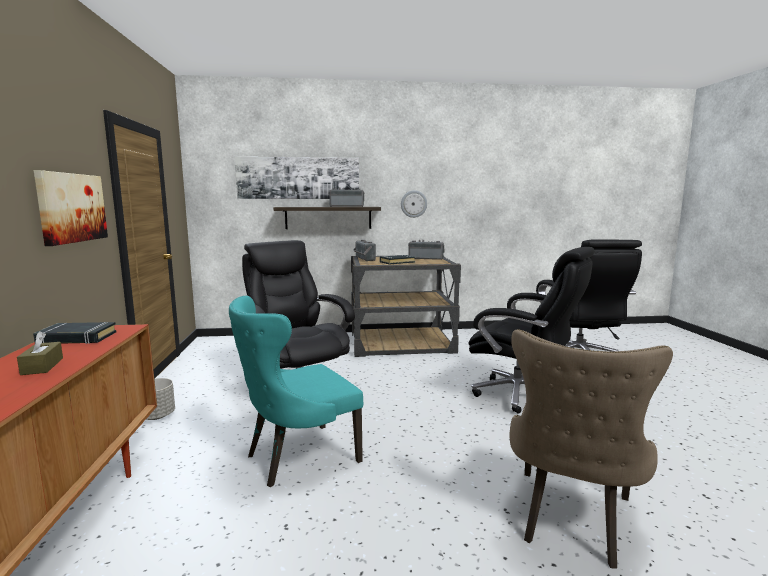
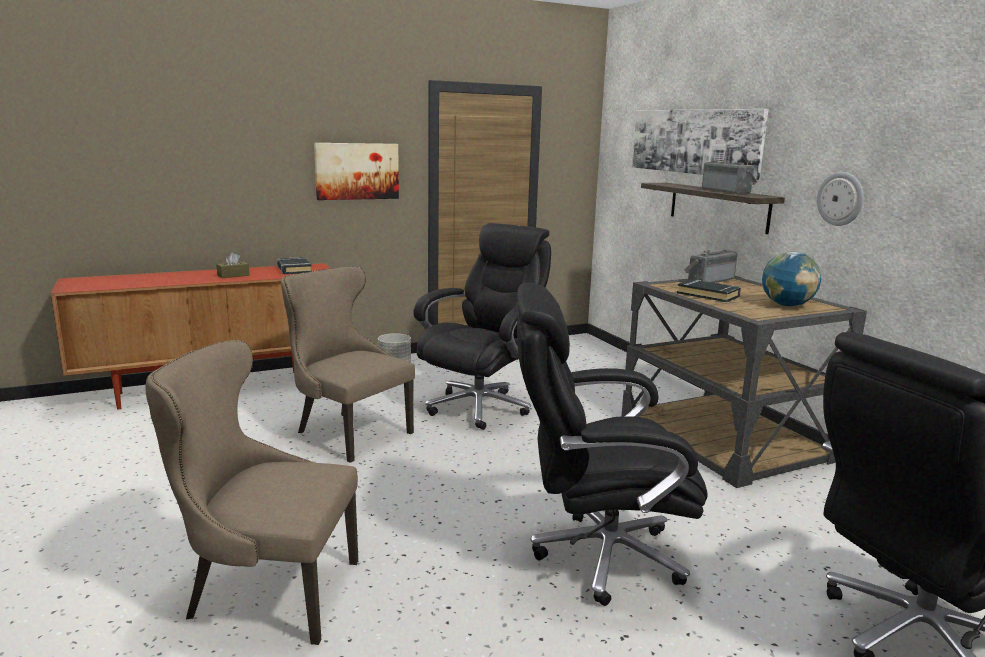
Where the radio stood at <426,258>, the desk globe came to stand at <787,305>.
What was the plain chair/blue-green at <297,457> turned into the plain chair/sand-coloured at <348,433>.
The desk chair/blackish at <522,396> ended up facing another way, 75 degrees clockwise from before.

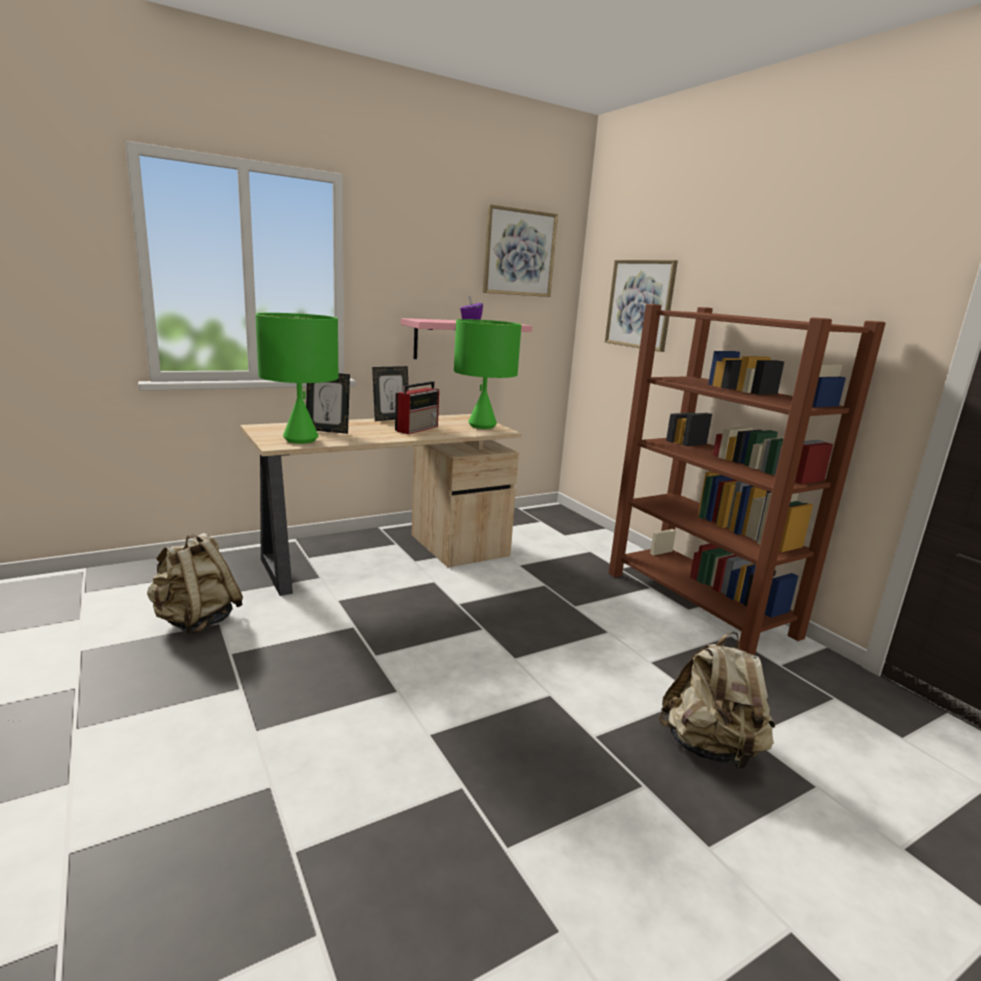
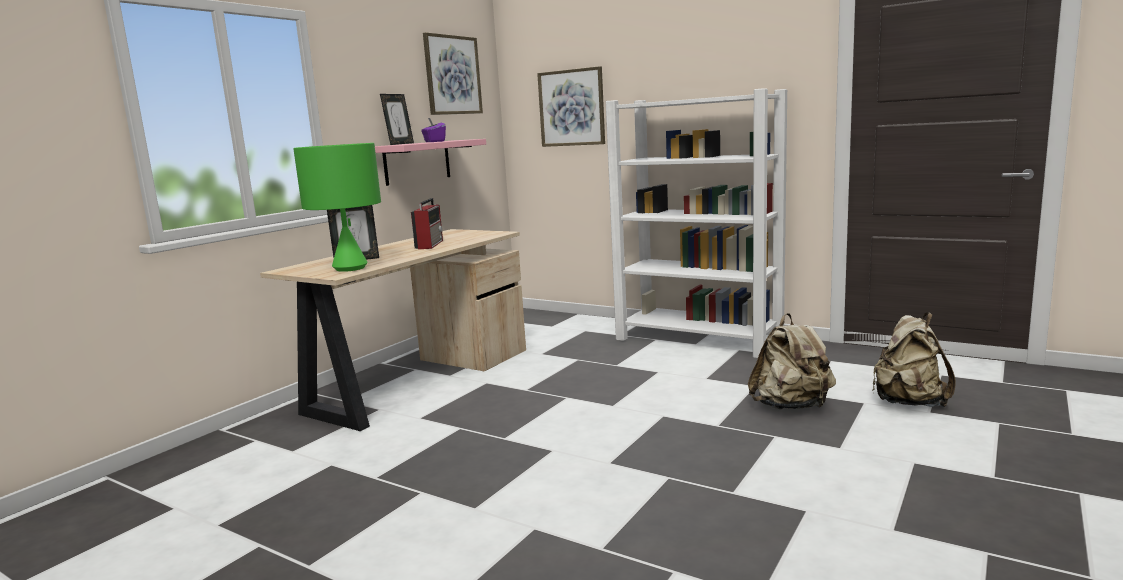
The second view lost the tabletop lamp/green at <482,426>.
The rucksack/sand-coloured ended up elsewhere, having gone from <196,621> to <909,402>.
The standing frame ended up elsewhere, having gone from <391,419> to <400,144>.
What was the bookshelf/brown-coloured at <698,603> turned into the bookshelf/white-coloured at <698,339>.

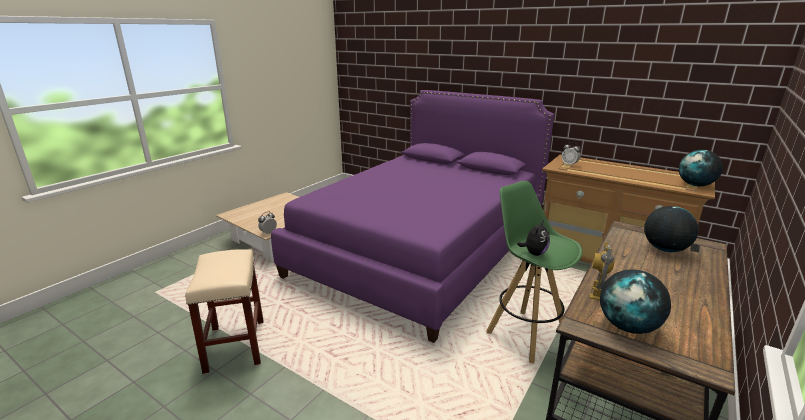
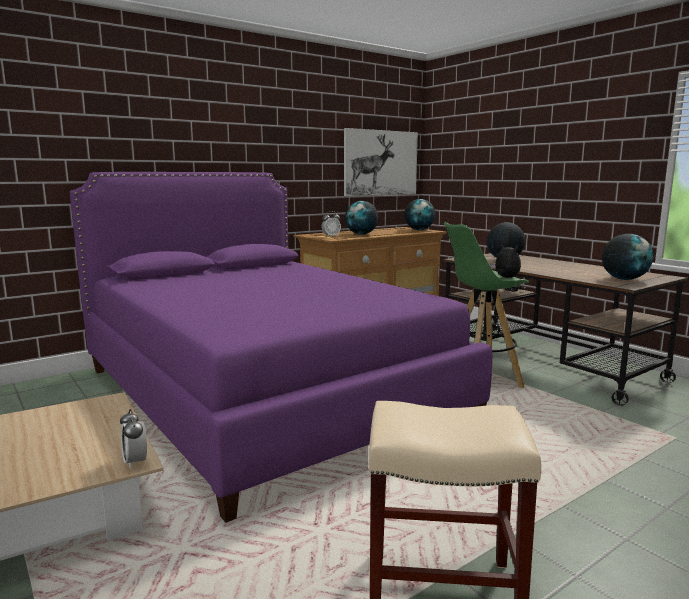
The second view lost the model robot at <597,293>.
The second view gained the wall picture at <381,163>.
The second view gained the desk globe at <361,234>.

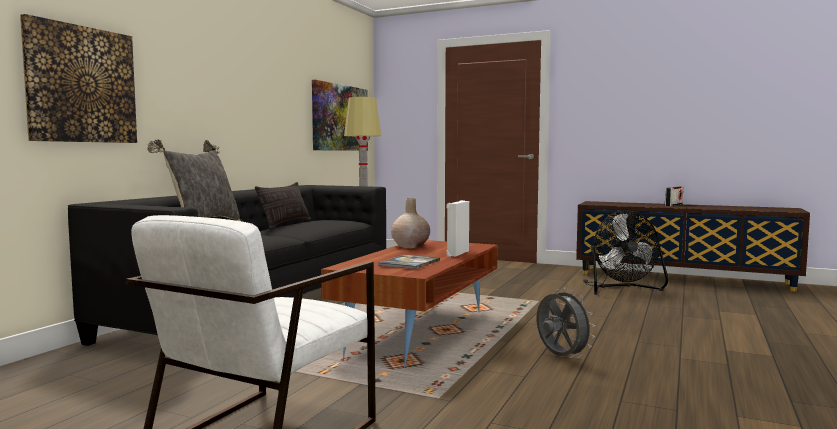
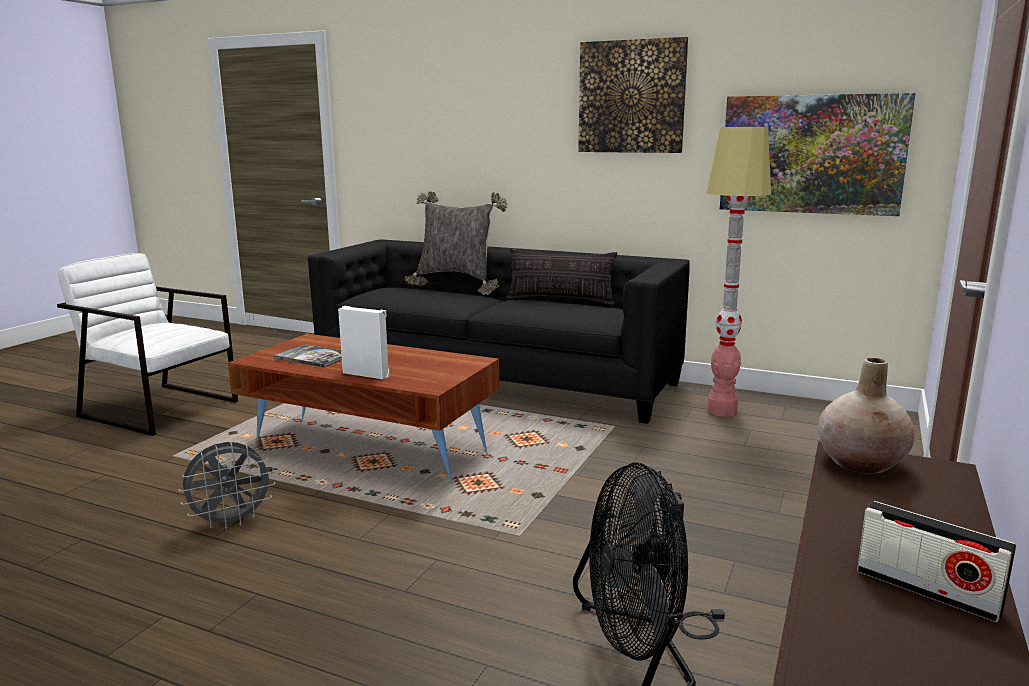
The wall picture ended up elsewhere, having gone from <81,84> to <631,97>.
The decorative vase/sand-coloured ended up elsewhere, having gone from <410,246> to <861,463>.

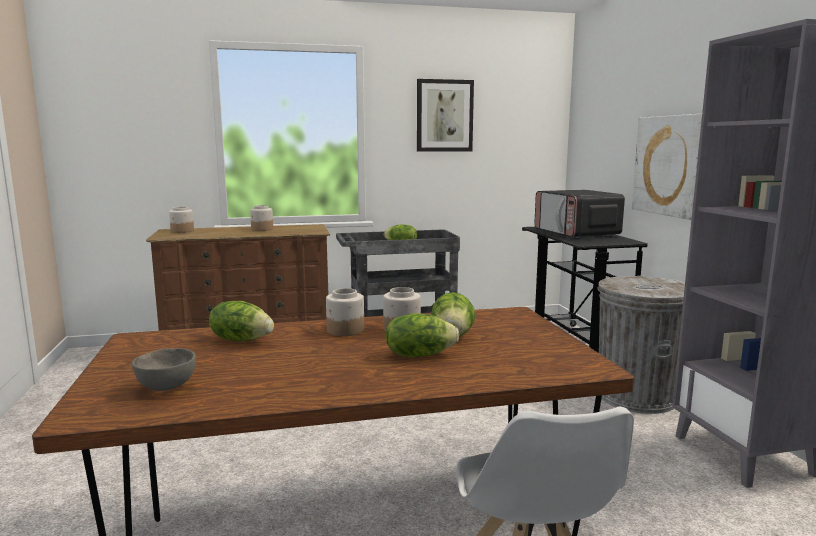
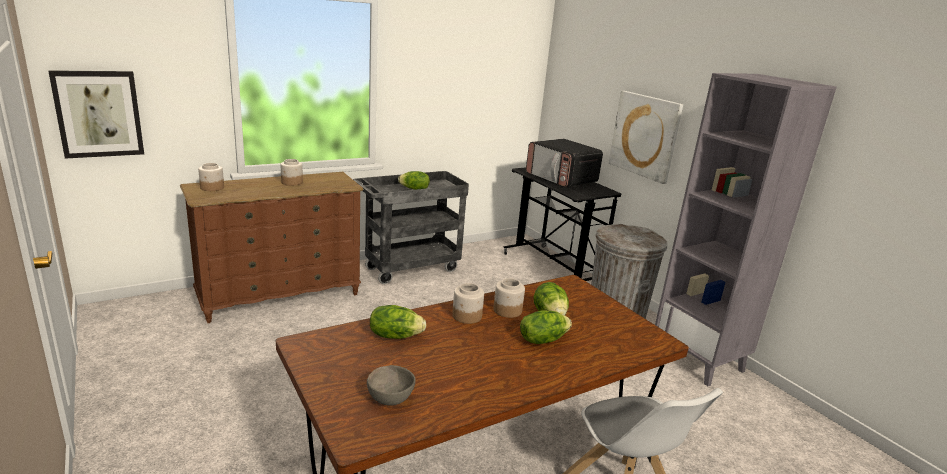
The wall picture ended up elsewhere, having gone from <444,116> to <99,114>.

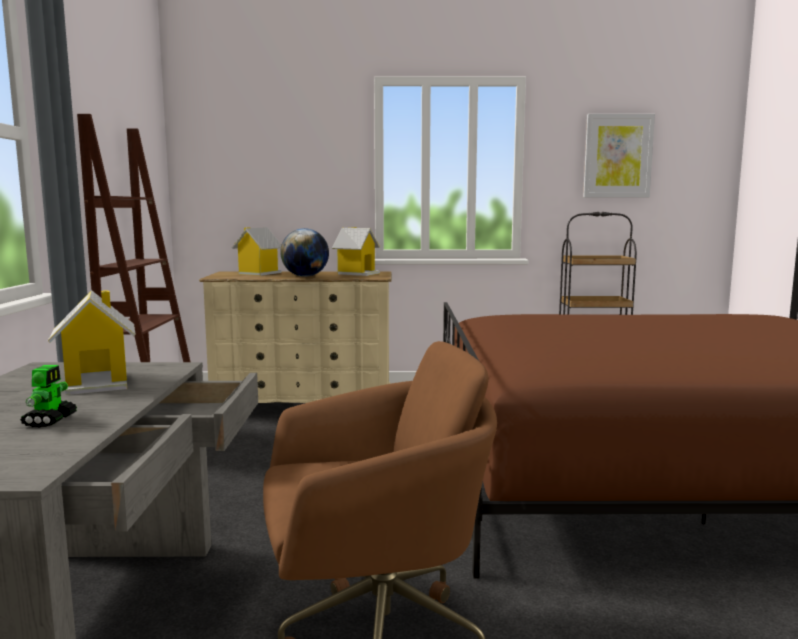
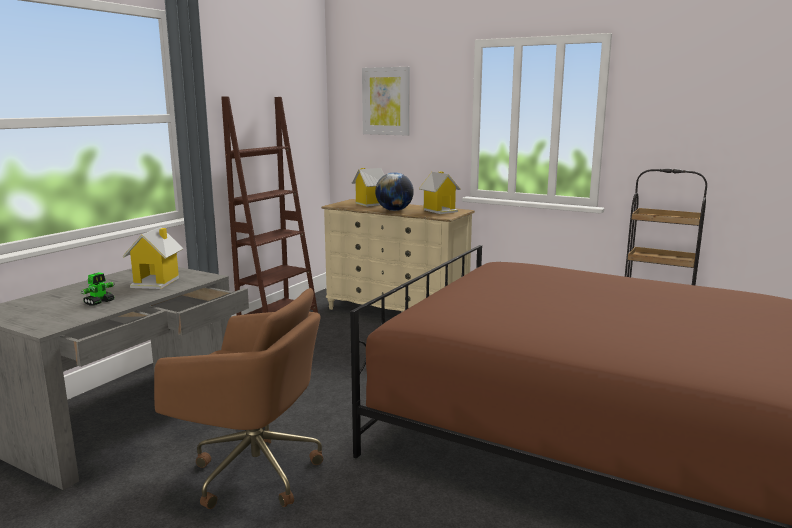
The wall picture ended up elsewhere, having gone from <617,156> to <386,101>.

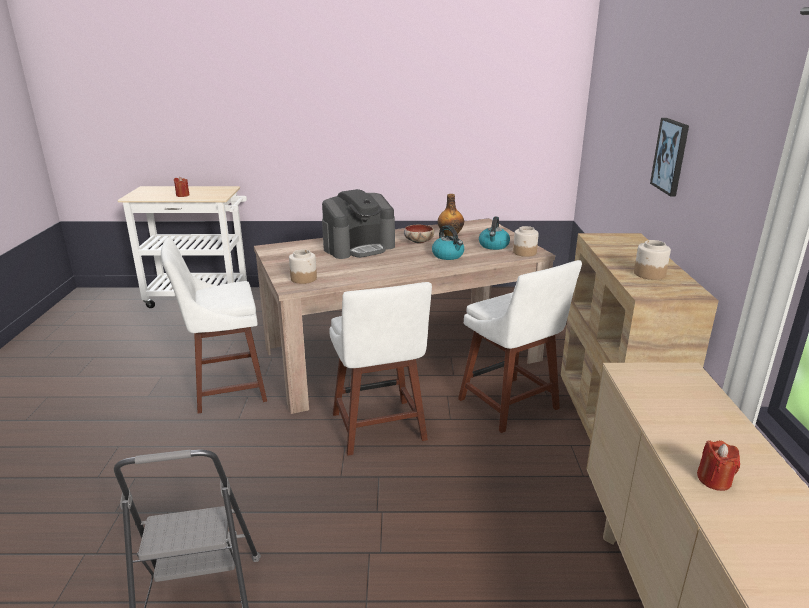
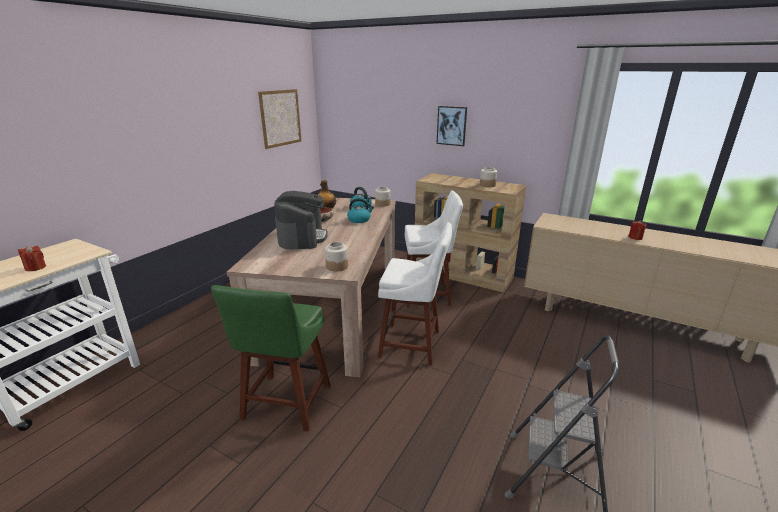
The second view gained the wall picture at <280,117>.
What was the plain chair/white-coloured at <225,388> turned into the plain chair/green at <284,405>.

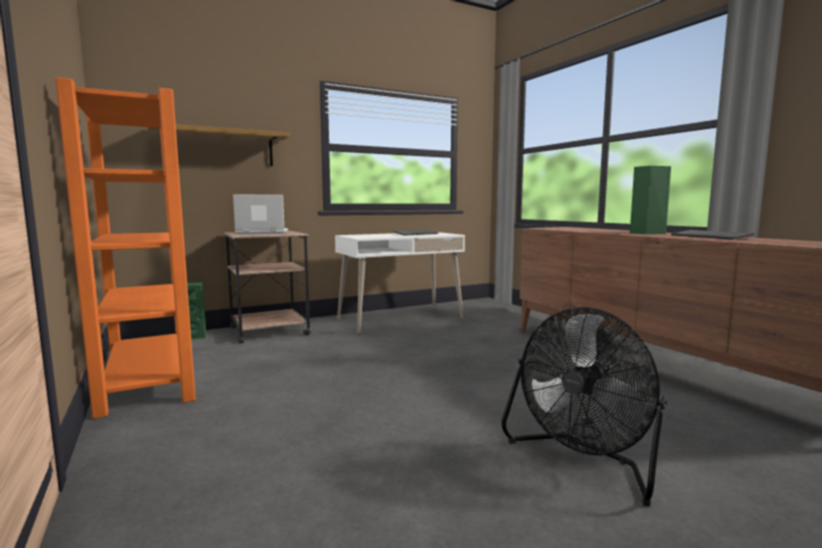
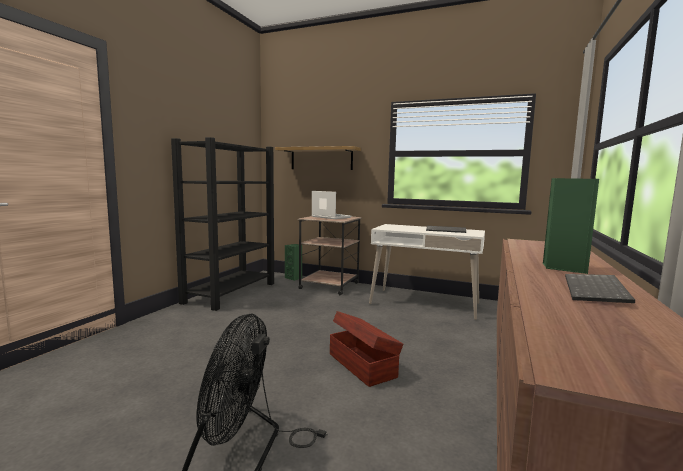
The second view gained the storage container/brown-coloured at <362,364>.
What was the bookshelf/orange-coloured at <148,377> turned into the bookshelf/blackish at <230,293>.

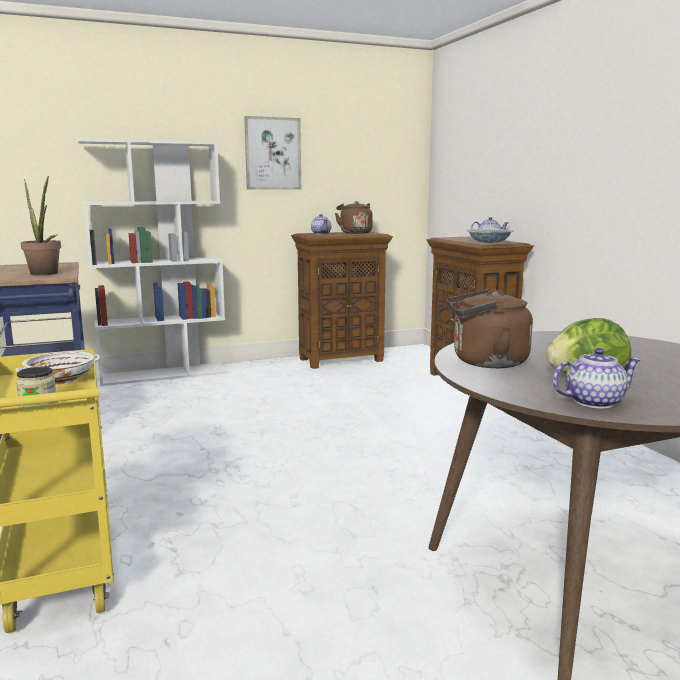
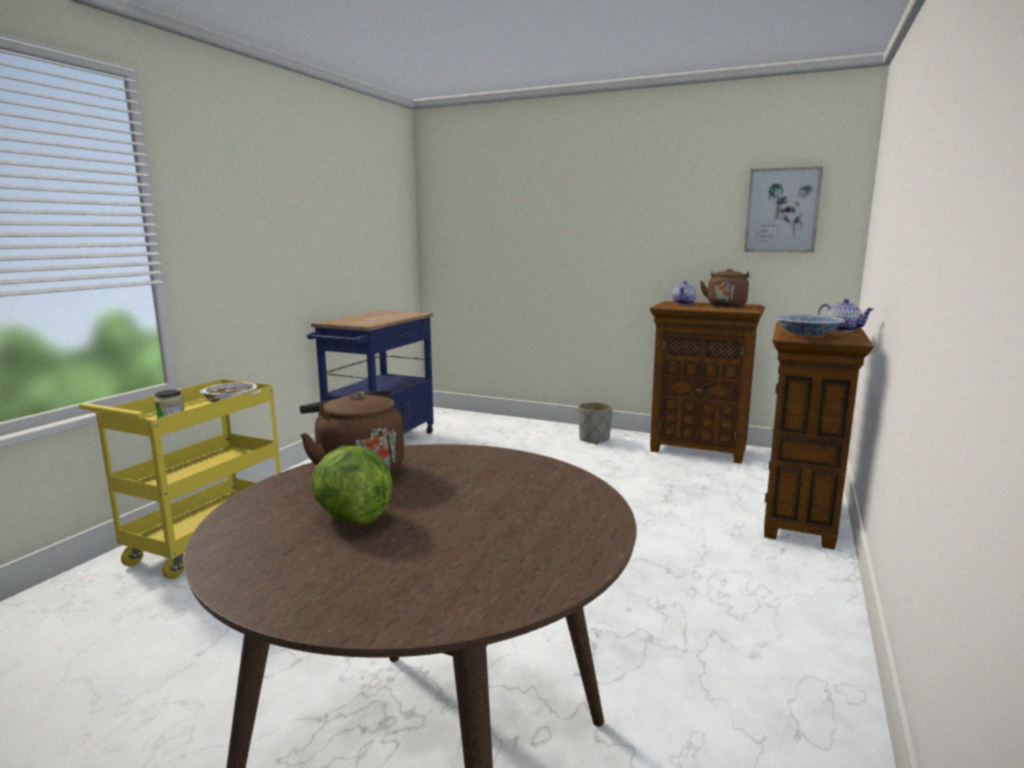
The second view lost the houseplant at <46,274>.
The second view lost the bookshelf/white-coloured at <164,374>.
The second view lost the pot for tea at <593,402>.
The second view gained the planter/greyish at <594,439>.
The wall picture ended up elsewhere, having gone from <273,153> to <782,210>.

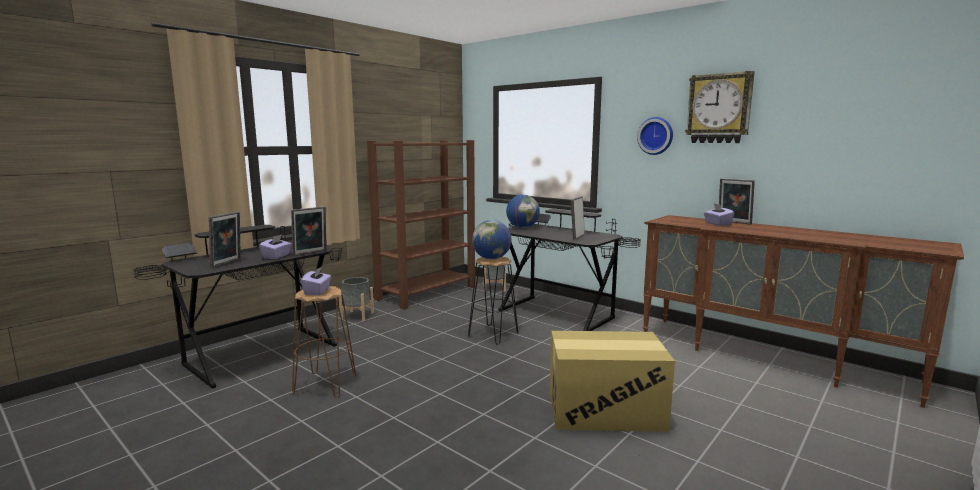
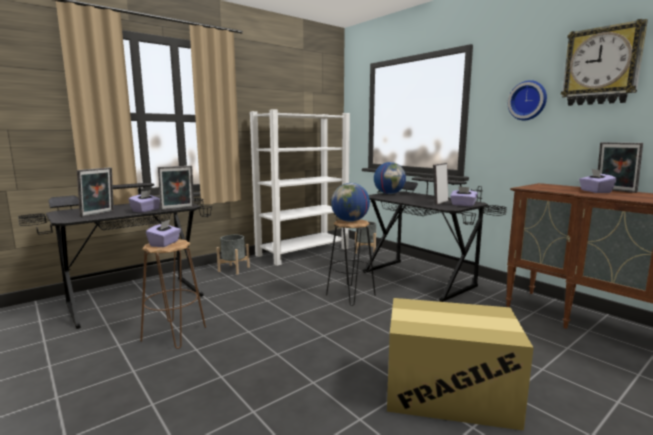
The second view gained the tissue box/purplish at <463,205>.
What was the bookshelf/brown-coloured at <427,293> turned into the bookshelf/white-coloured at <303,252>.

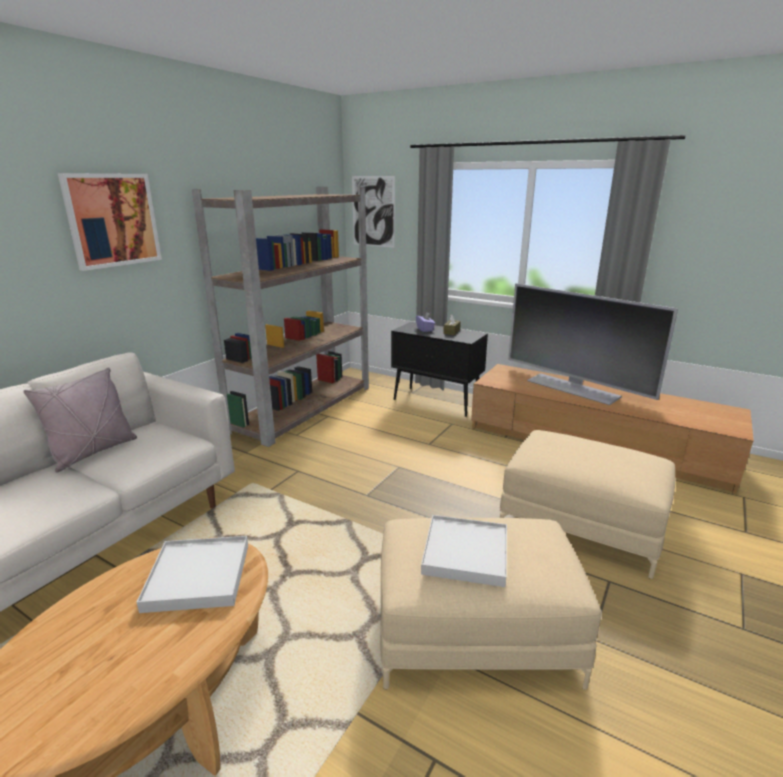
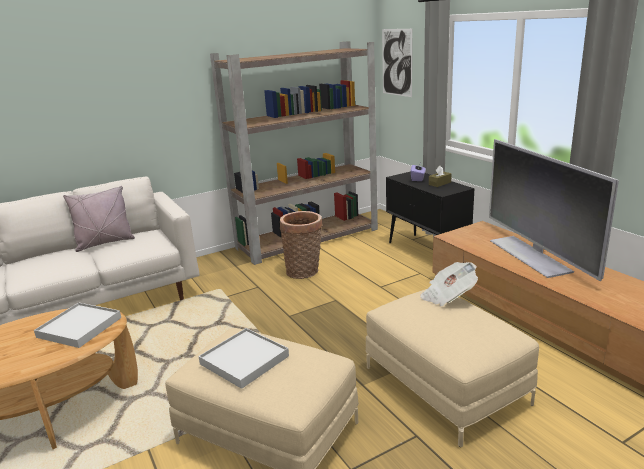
The second view lost the wall picture at <112,220>.
The second view gained the storage basket at <304,271>.
The second view gained the printed paper at <448,296>.

